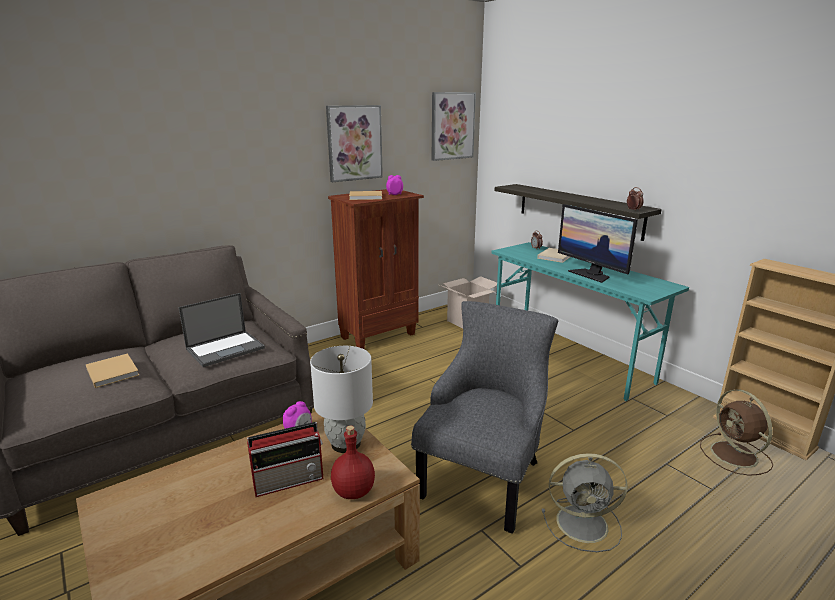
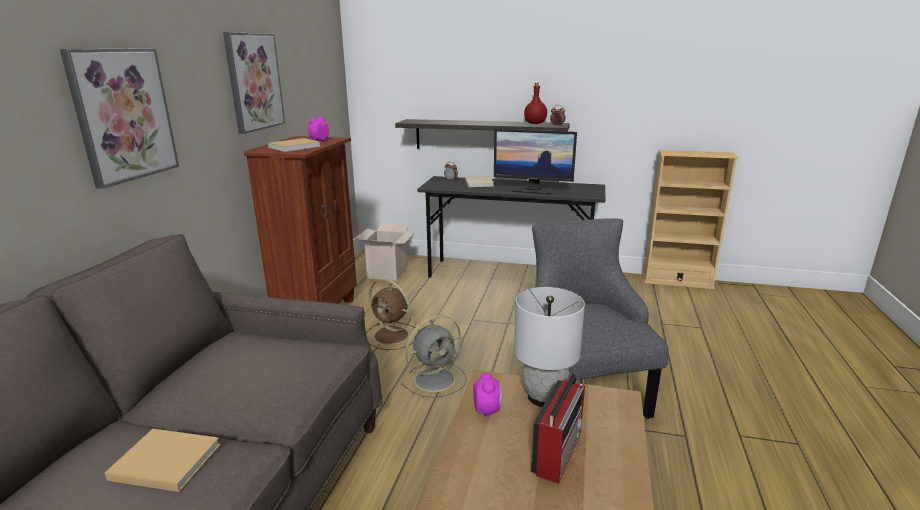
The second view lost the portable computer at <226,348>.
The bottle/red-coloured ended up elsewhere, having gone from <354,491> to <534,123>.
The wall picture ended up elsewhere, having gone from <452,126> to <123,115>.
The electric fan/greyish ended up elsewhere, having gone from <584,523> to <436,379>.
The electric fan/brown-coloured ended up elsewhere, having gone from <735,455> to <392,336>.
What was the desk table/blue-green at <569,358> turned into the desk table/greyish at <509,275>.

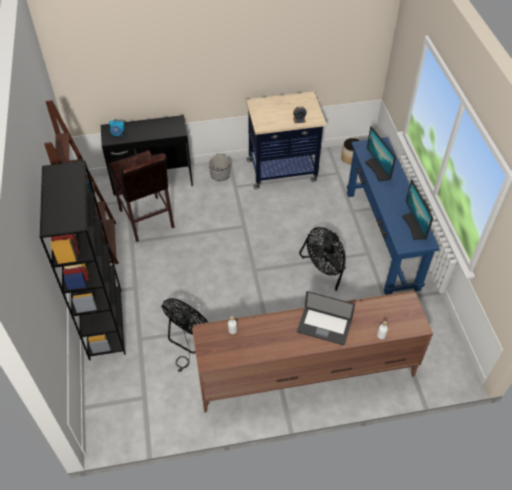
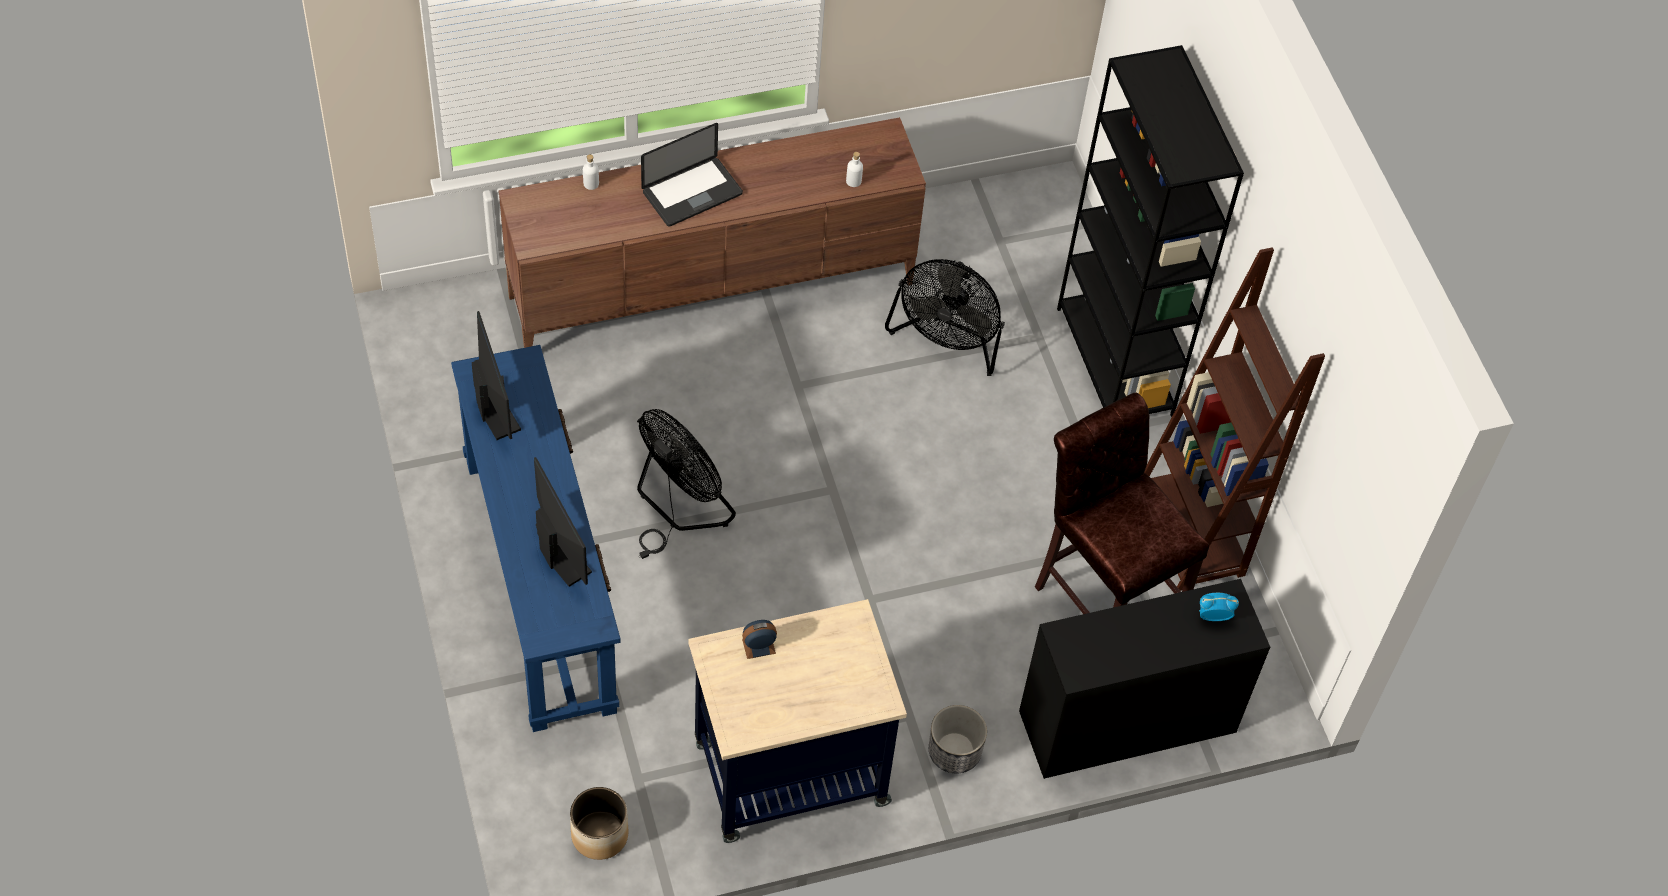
The portable computer at <324,327> ended up facing another way, 135 degrees clockwise from before.

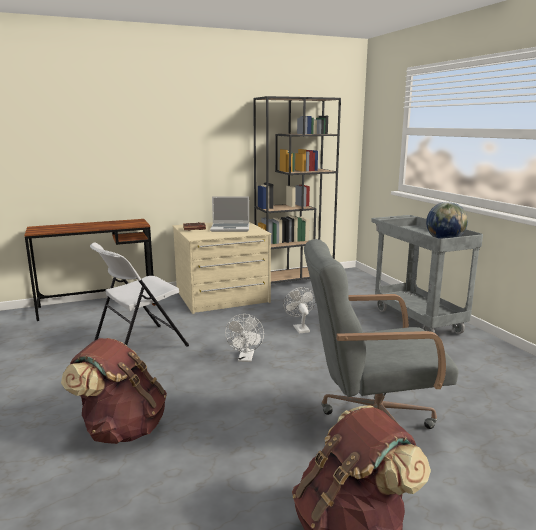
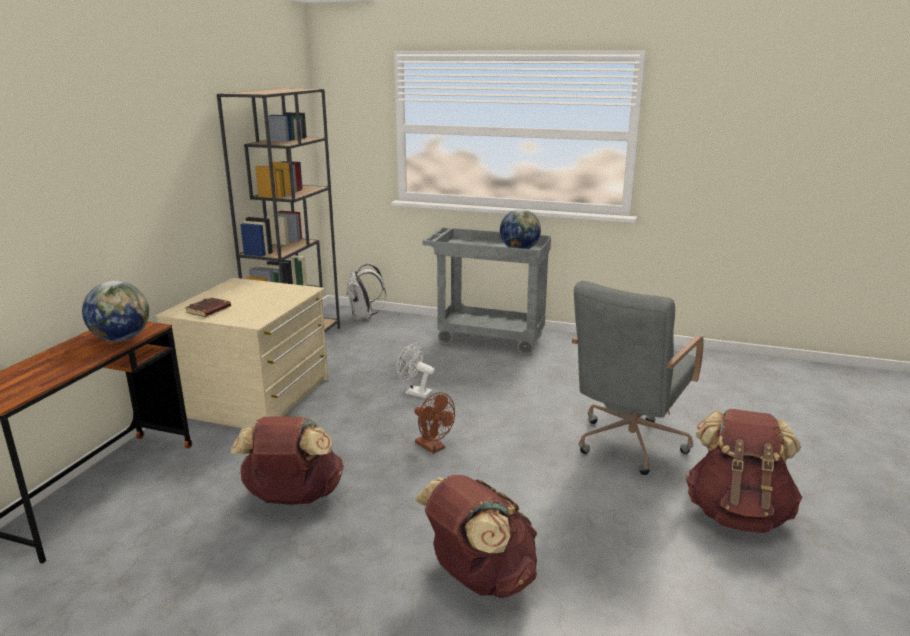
The second view lost the portable computer at <231,228>.
The second view gained the desk globe at <122,339>.
The second view gained the rucksack/white-coloured at <364,317>.
Where the plain chair/white-coloured stood at <140,345>, the rucksack/brown-coloured came to stand at <293,498>.
What was the electric fan/white-coloured at <246,358> turned into the electric fan/brown-coloured at <433,447>.

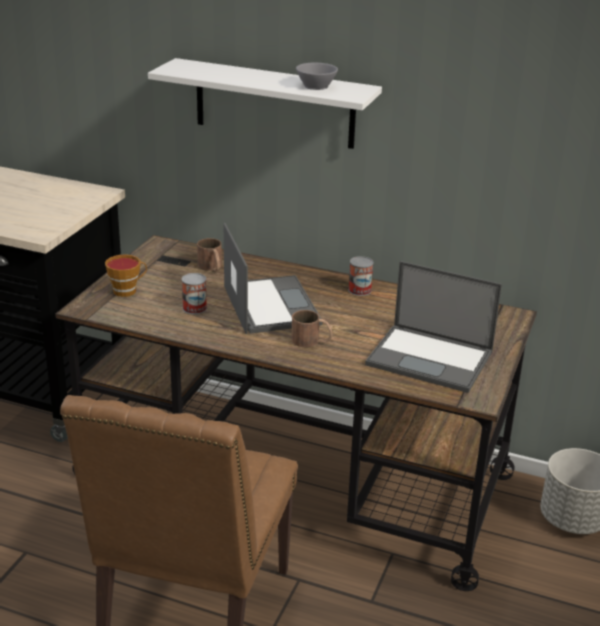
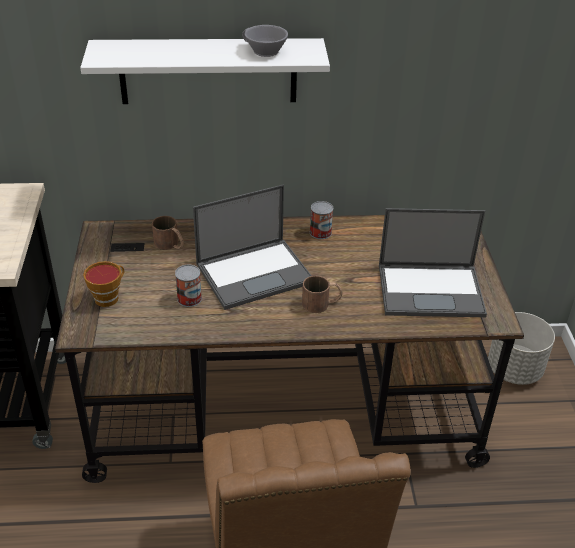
The portable computer at <270,304> ended up facing another way, 105 degrees clockwise from before.

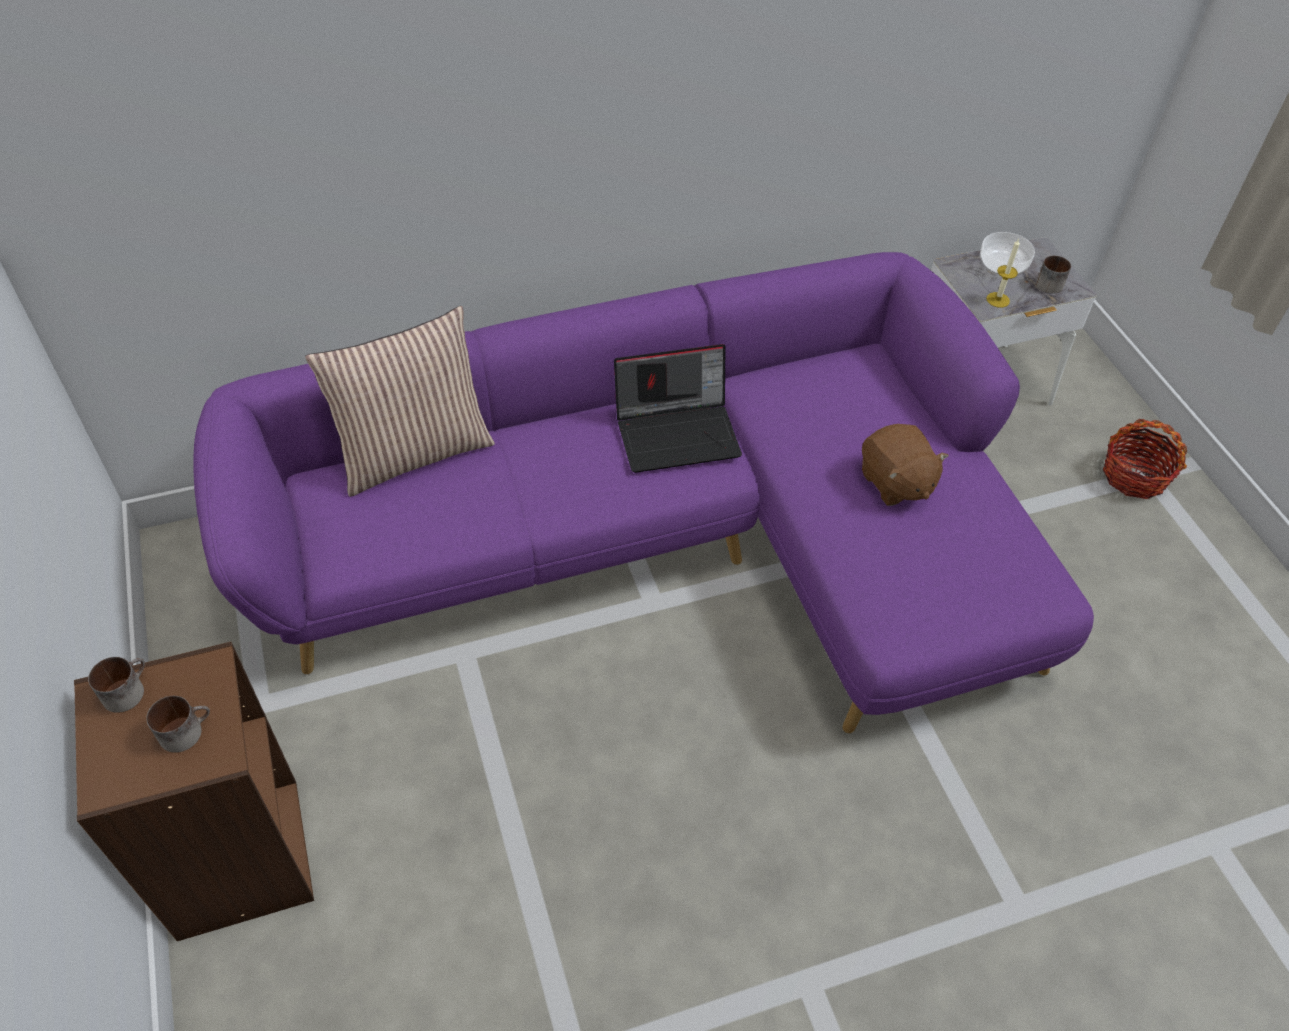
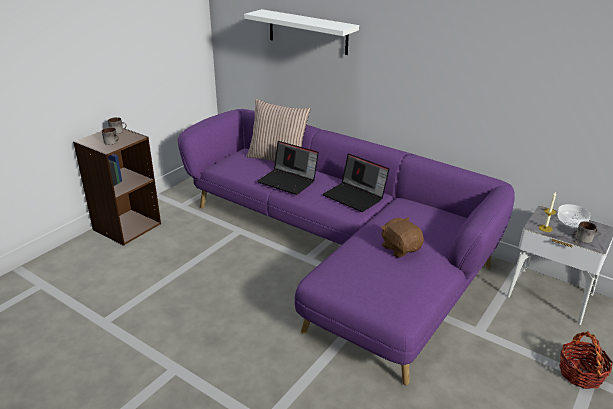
The second view gained the shelf/white-coloured at <307,32>.
The second view gained the portable computer at <288,181>.
The soft toy/brown-coloured at <895,483> ended up facing another way, 120 degrees clockwise from before.

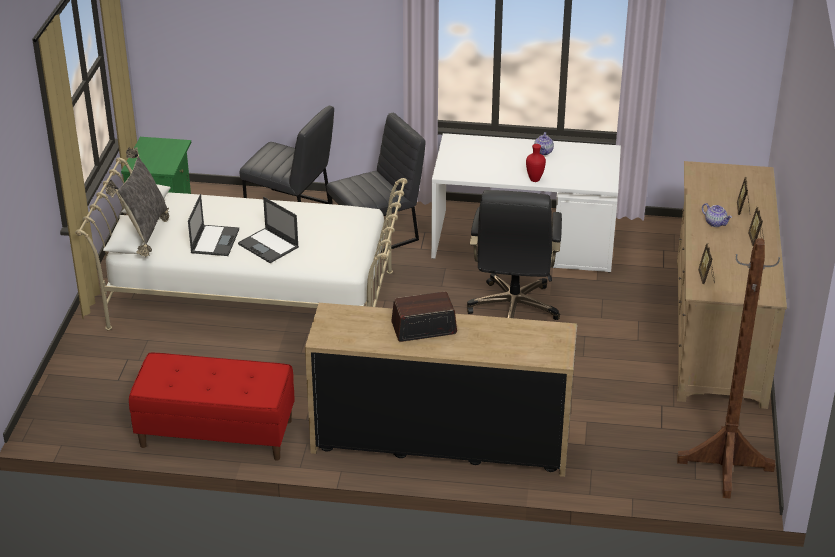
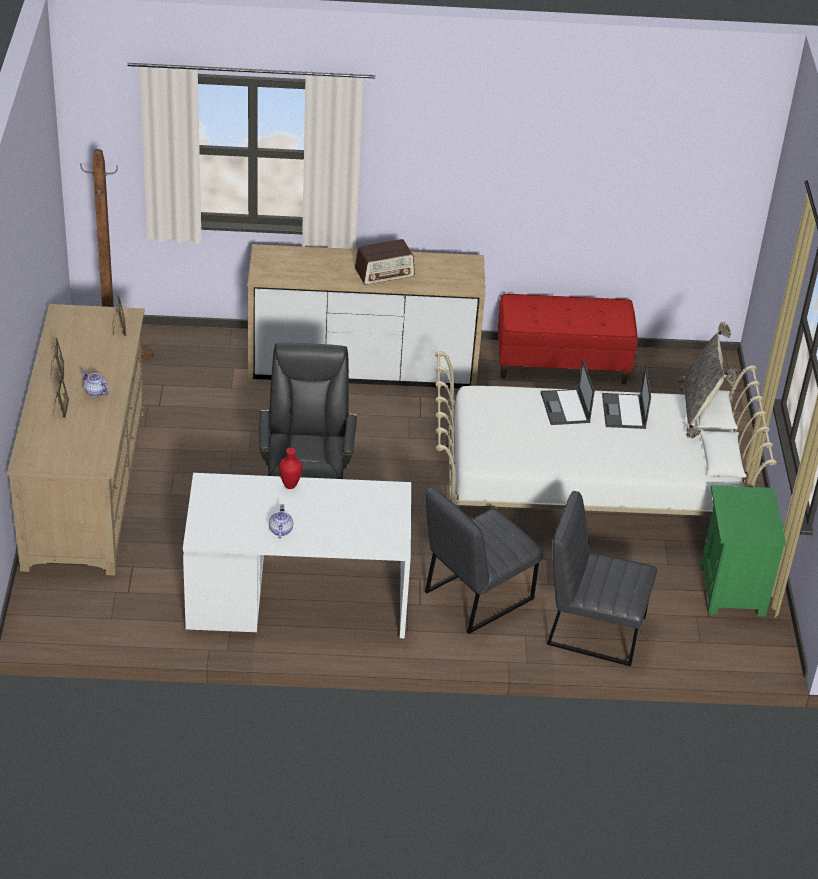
The portable computer at <269,246> ended up facing another way, 135 degrees counterclockwise from before.

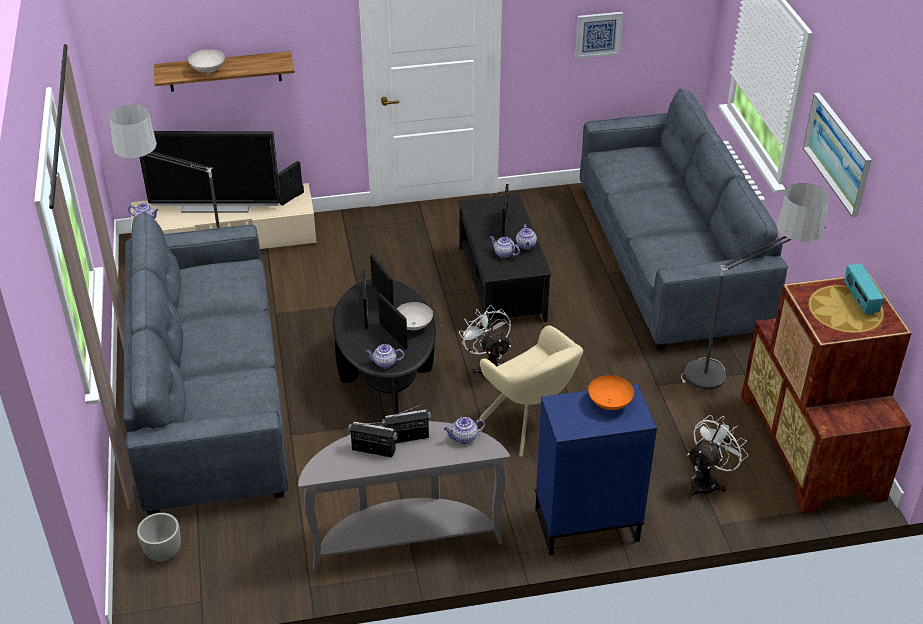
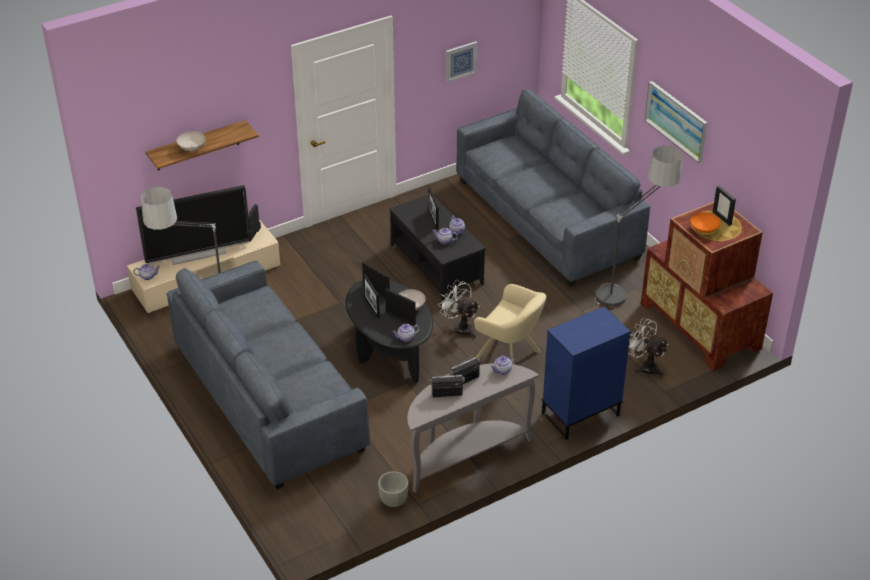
The planter/greyish ended up elsewhere, having gone from <163,552> to <393,501>.
The deep dish/orange-coloured ended up elsewhere, having gone from <609,403> to <703,230>.
Where the radio stood at <859,300>, the standing frame came to stand at <722,218>.
The electric fan/white-coloured at <707,482> ended up facing another way, 75 degrees counterclockwise from before.

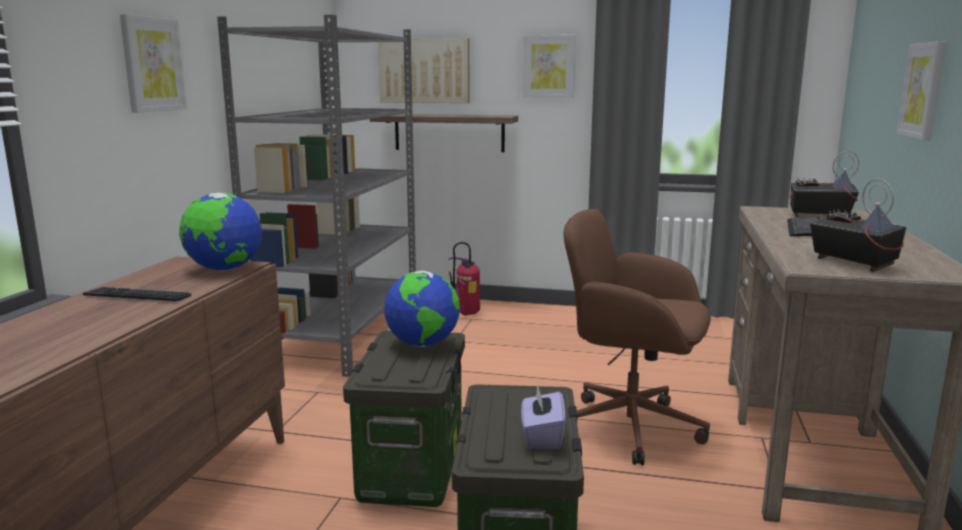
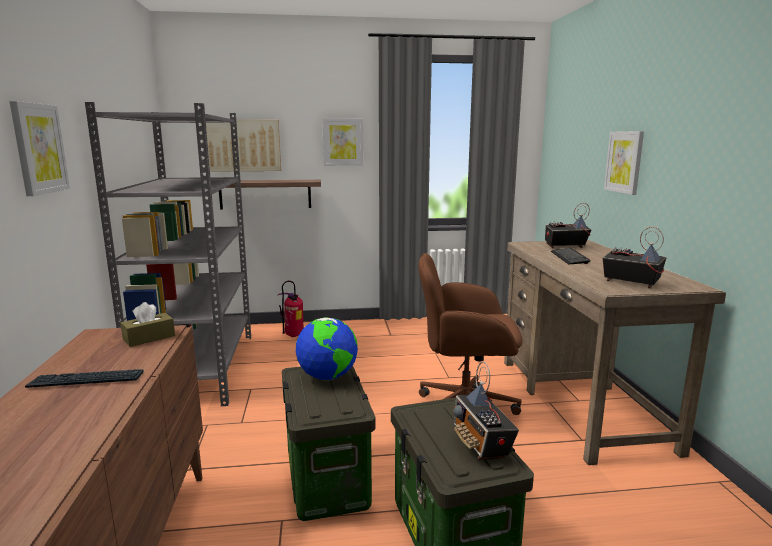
Where the desk globe stood at <224,269>, the tissue box/brown-coloured came to stand at <149,338>.
Where the tissue box/purplish stood at <542,436>, the radio came to stand at <481,445>.

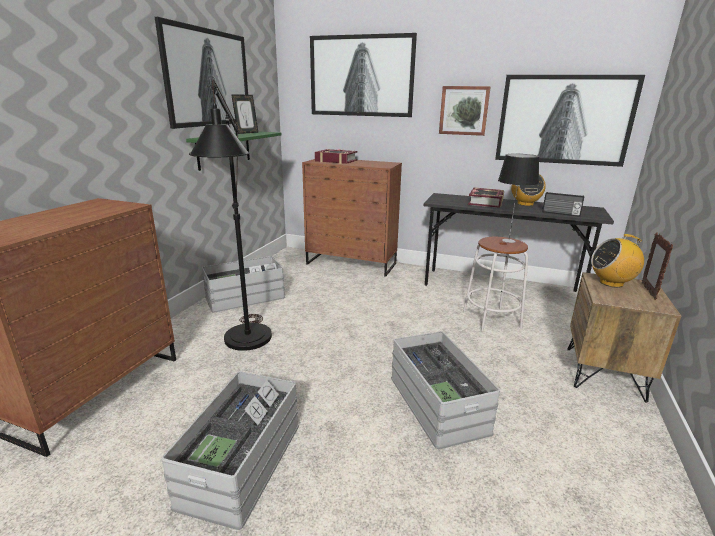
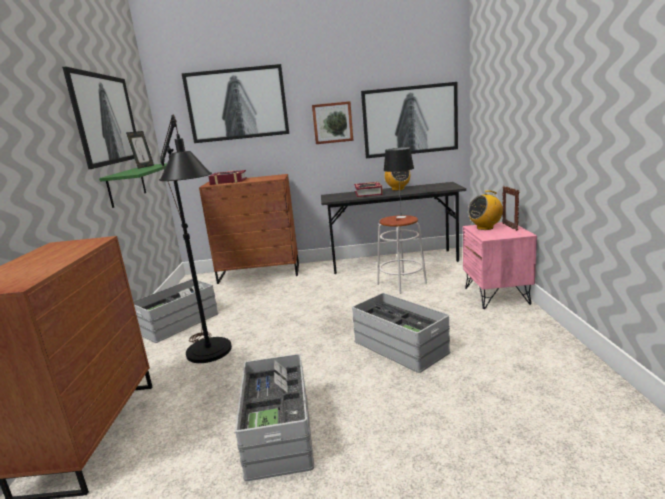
The second view lost the radio at <560,213>.
What was the bedside table/brown-coloured at <604,374> turned into the bedside table/pinkish at <497,296>.

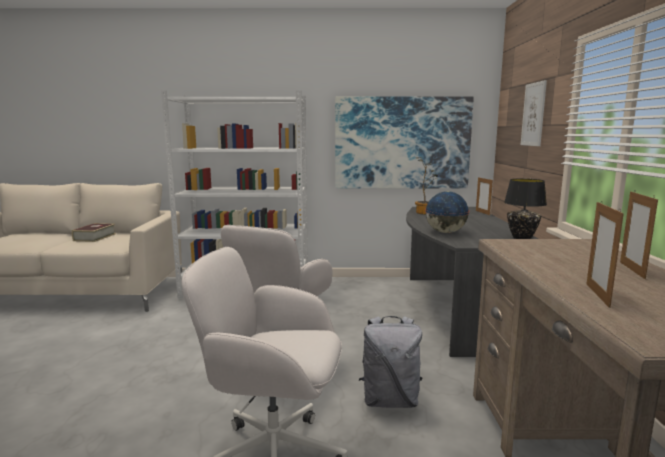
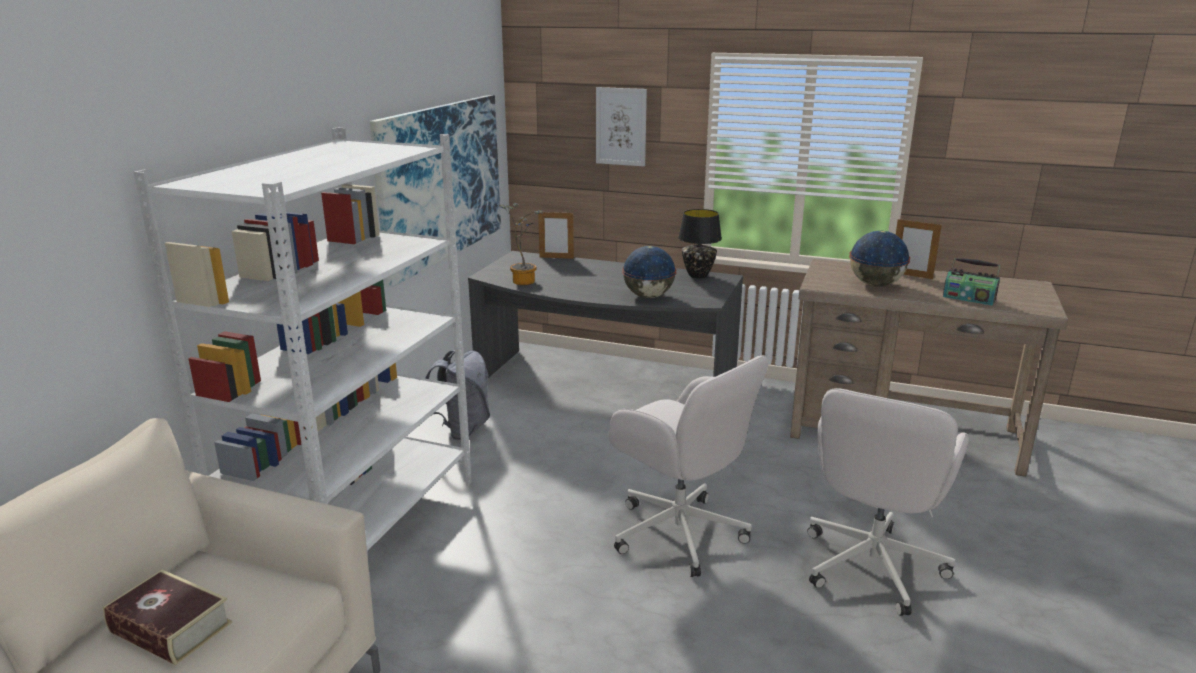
The second view gained the desk globe at <875,285>.
The rucksack/greyish ended up elsewhere, having gone from <390,400> to <461,430>.
Where the standing frame stood at <597,295>, the radio came to stand at <969,298>.

